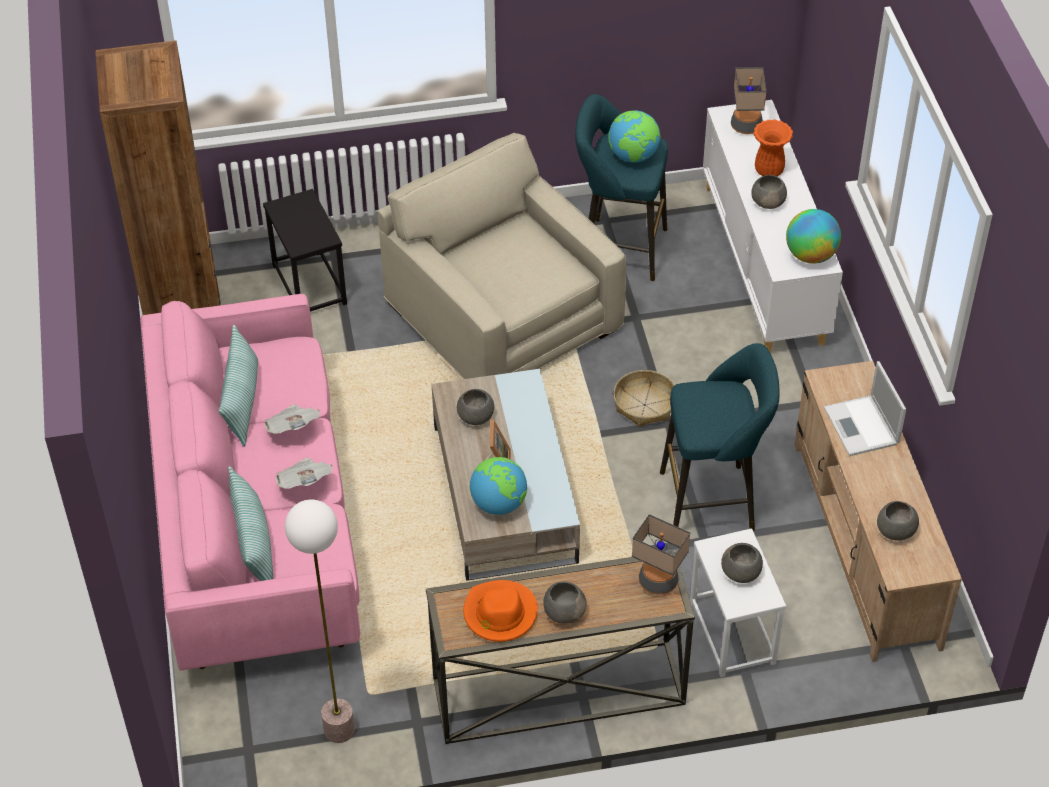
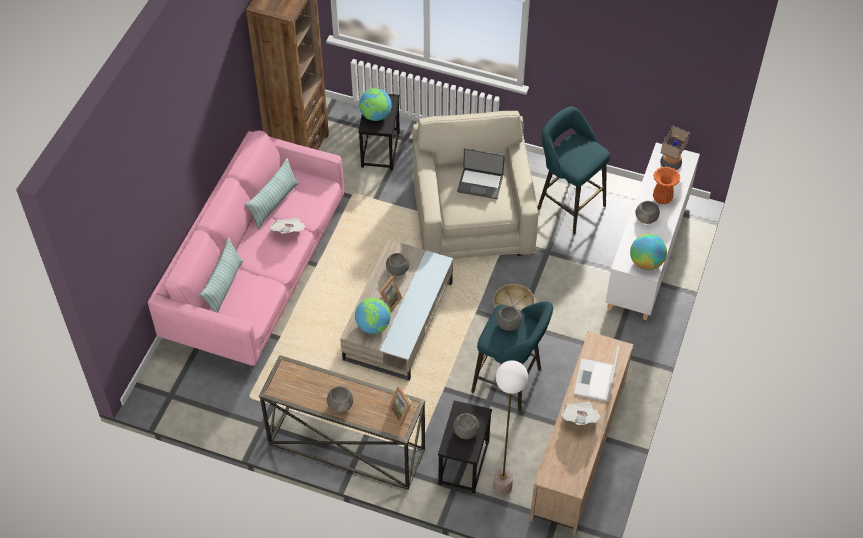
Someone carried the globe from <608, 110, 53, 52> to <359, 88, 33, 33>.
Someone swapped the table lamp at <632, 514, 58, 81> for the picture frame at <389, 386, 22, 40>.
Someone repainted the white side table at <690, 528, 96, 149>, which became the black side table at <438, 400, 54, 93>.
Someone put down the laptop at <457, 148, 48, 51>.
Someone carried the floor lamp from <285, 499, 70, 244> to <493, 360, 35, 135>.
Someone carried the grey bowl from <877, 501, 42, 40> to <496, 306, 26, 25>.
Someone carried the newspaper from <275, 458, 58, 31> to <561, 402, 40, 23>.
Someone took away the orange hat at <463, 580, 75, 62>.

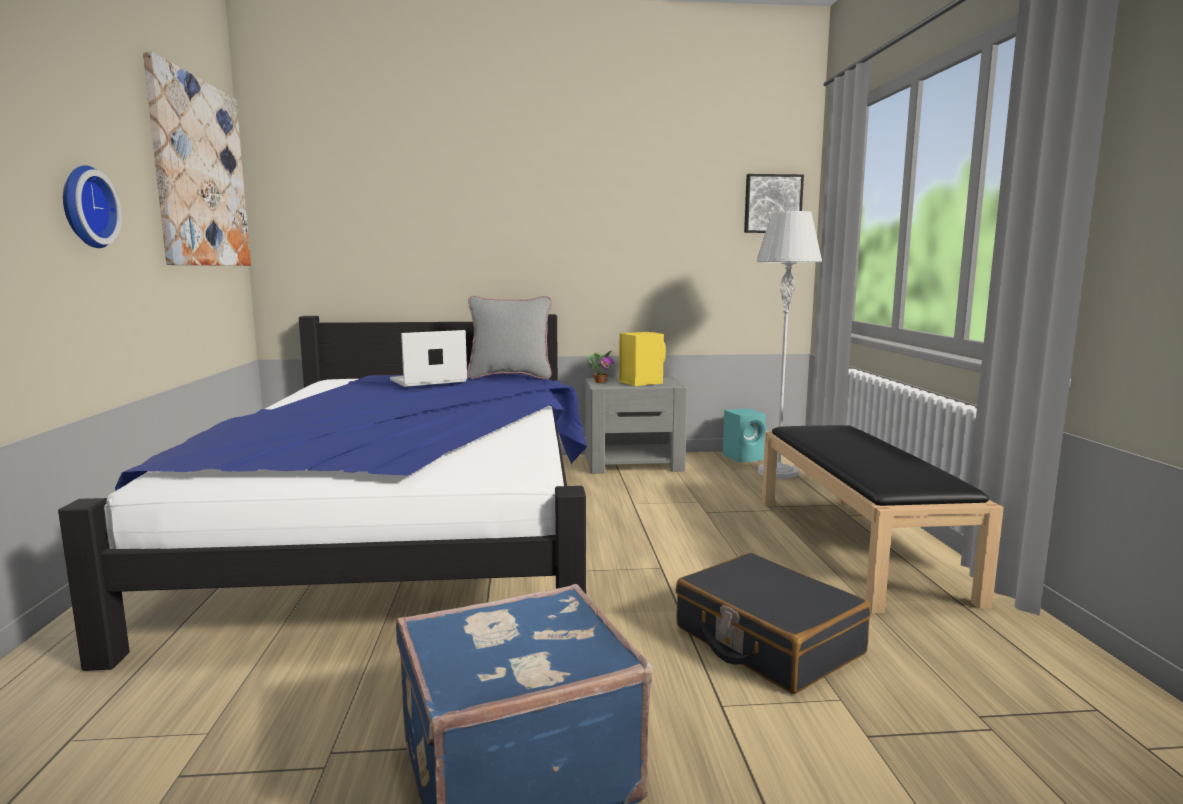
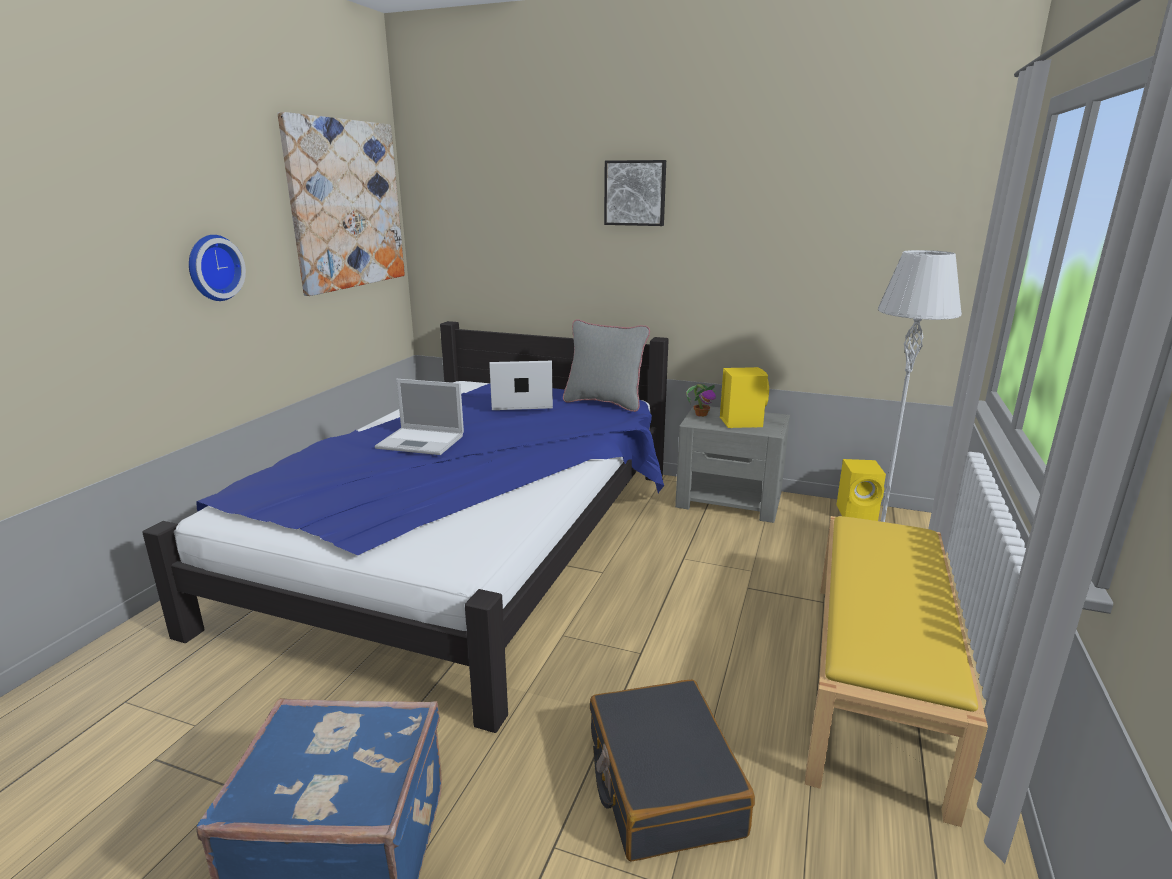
Someone put down the laptop at <375, 379, 89, 76>.
Someone carried the picture from <744, 174, 60, 59> to <604, 160, 62, 66>.
Someone repainted the black bench at <762, 425, 242, 189>, which became the yellow bench at <805, 516, 183, 311>.
Someone repainted the turquoise speaker at <723, 408, 43, 54>, which became the yellow speaker at <836, 459, 50, 62>.

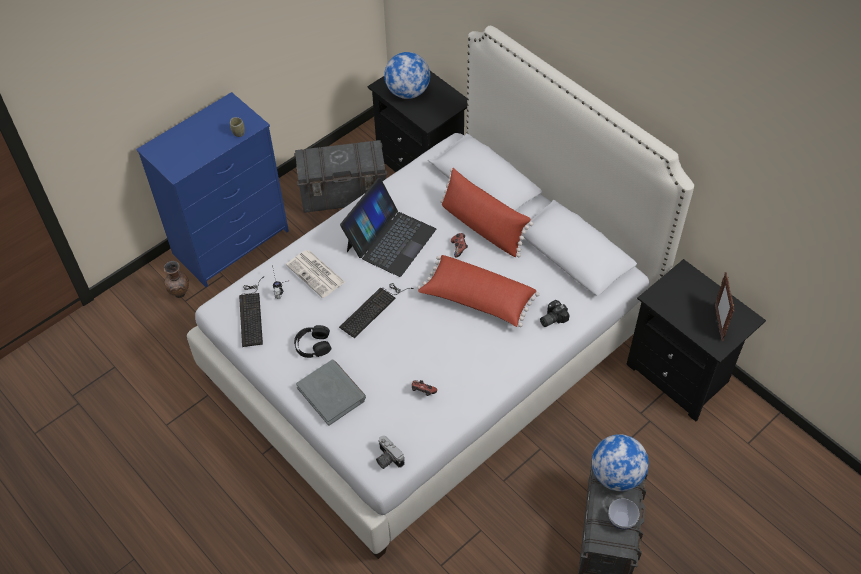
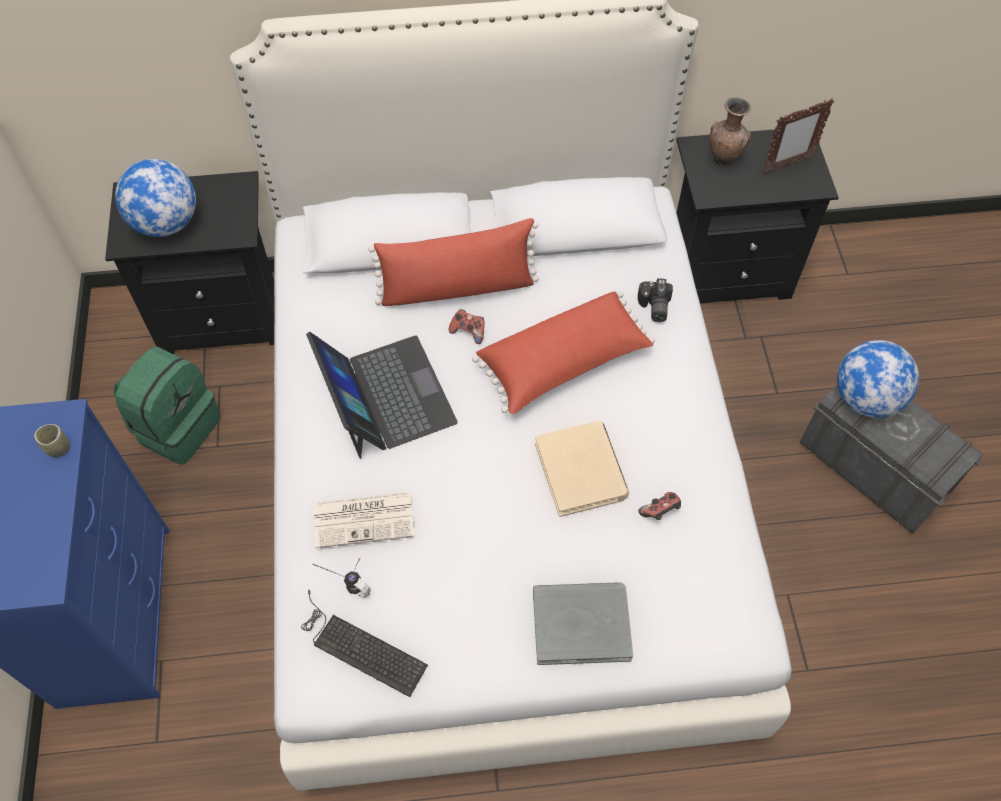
Someone swapped the grey storage box at <294, 140, 93, 73> for the green backpack at <114, 346, 107, 119>.
Someone put down the beige book at <535, 421, 94, 96>.
Someone carried the brown vase from <164, 261, 25, 37> to <709, 97, 42, 69>.
Someone rotated the picture frame at <715, 272, 20, 69> by 60 degrees counterclockwise.
Someone took away the black headphones at <294, 325, 37, 33>.
Someone took away the keyboard at <339, 283, 74, 55>.
Someone took away the photo camera at <376, 435, 29, 34>.
Someone took away the bowl at <608, 498, 31, 32>.

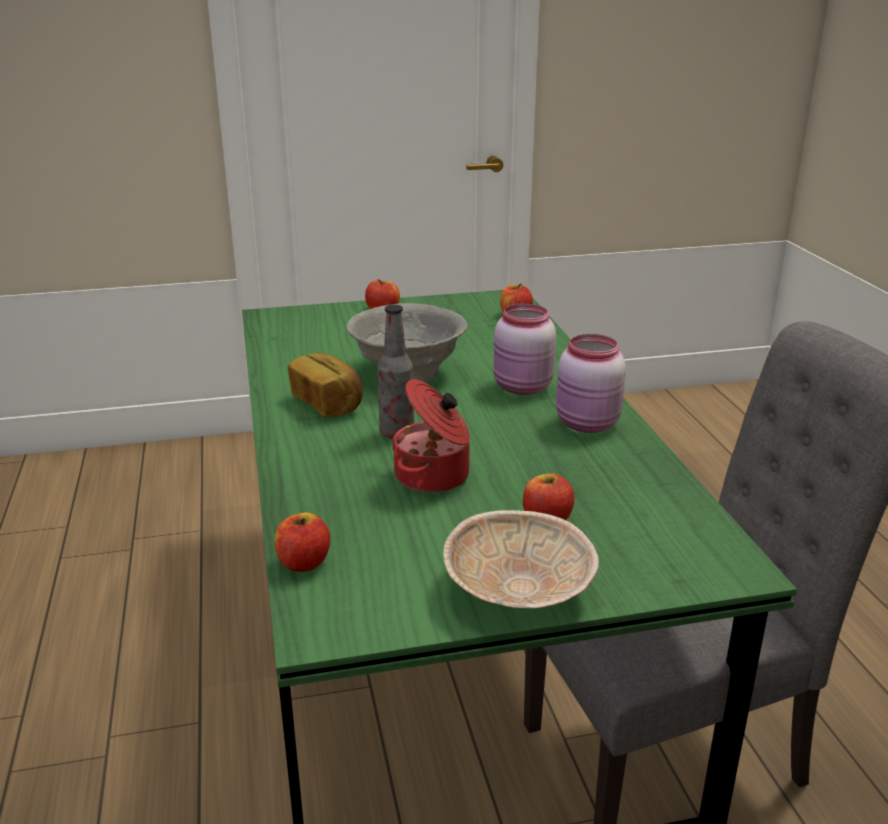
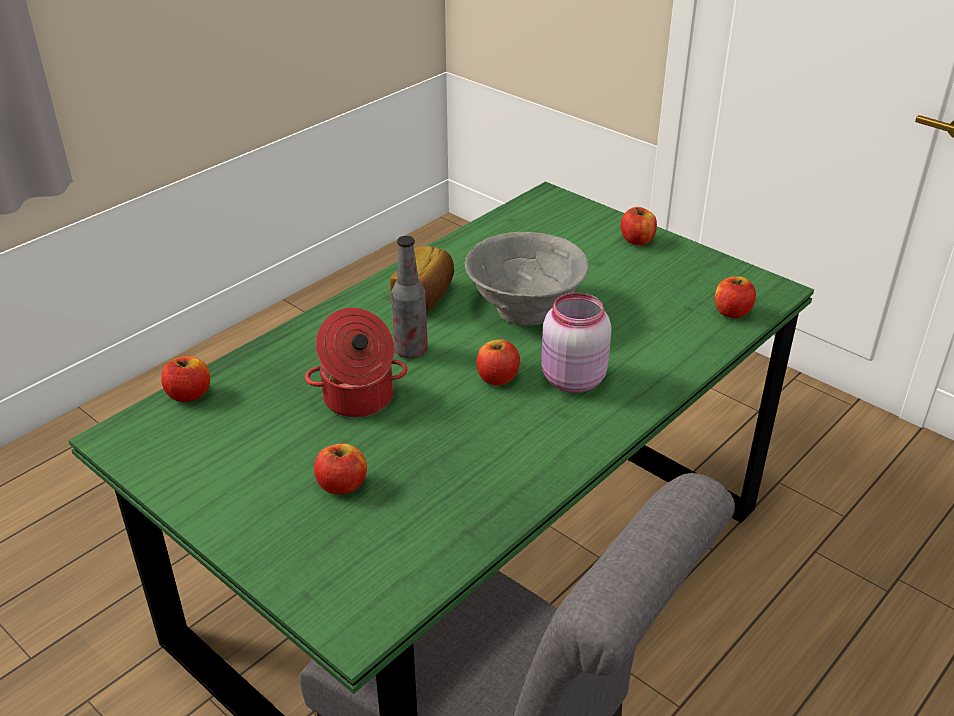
Someone put down the apple at <476, 339, 44, 47>.
Someone took away the beige bowl at <443, 510, 156, 98>.
Someone took away the pink jar at <556, 334, 70, 99>.

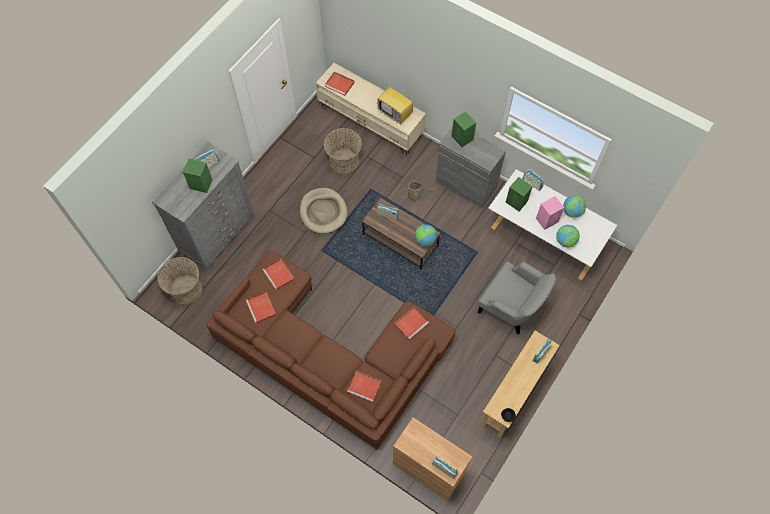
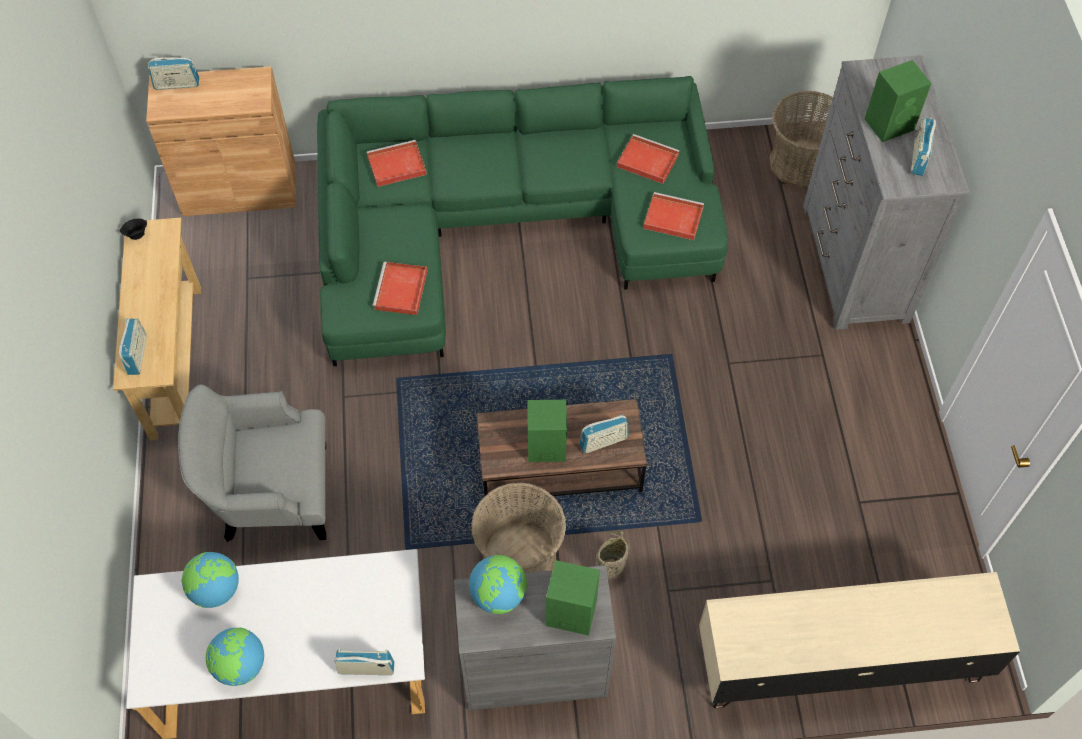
Someone repainted the brown sofa at <206, 251, 250, 199>, which became the green sofa at <317, 76, 411, 290>.
Someone carried the globe from <415, 224, 22, 23> to <469, 555, 58, 59>.
Someone carried the basket from <324, 128, 38, 47> to <471, 482, 95, 91>.
Someone carried the green speaker from <506, 177, 27, 34> to <527, 400, 40, 62>.
Someone took away the beige dog bed at <300, 188, 48, 46>.
Someone took away the red tray at <324, 71, 31, 25>.
Someone took away the television at <377, 87, 36, 37>.
Someone took away the pink speaker at <536, 196, 28, 34>.

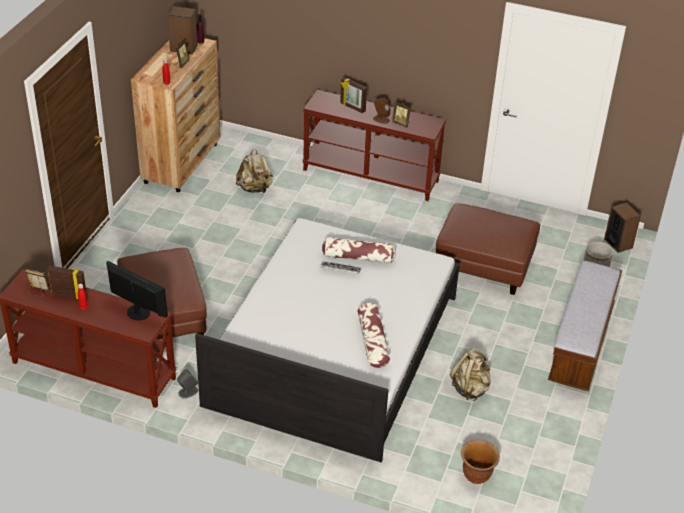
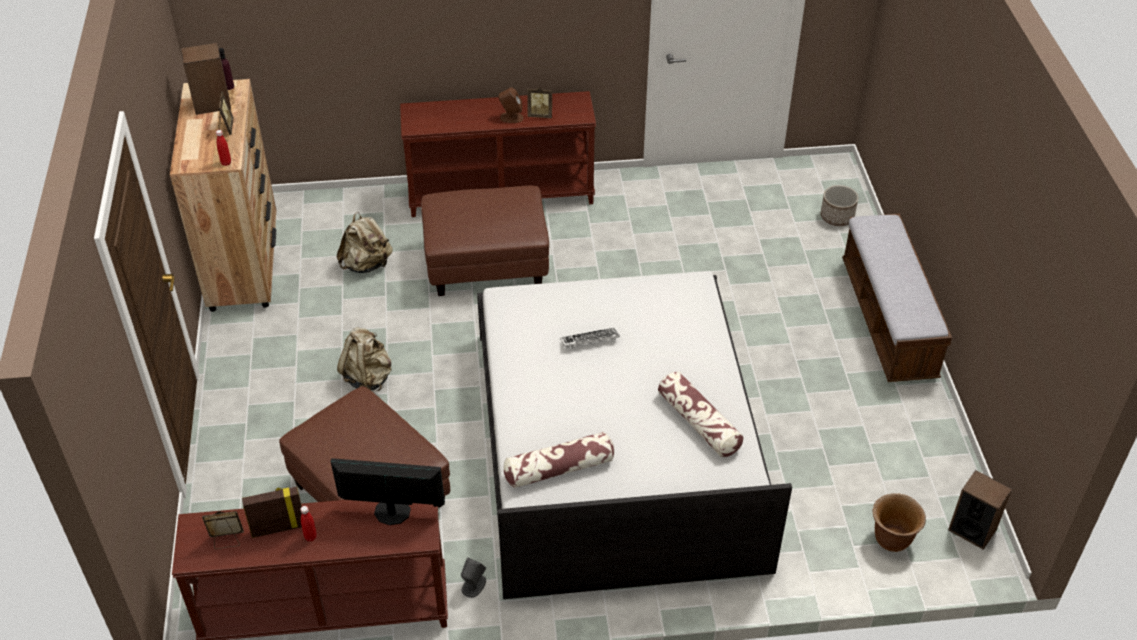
Someone carried the beige backpack from <450, 348, 41, 53> to <337, 328, 54, 64>.
Someone carried the brown ottoman from <436, 203, 104, 92> to <421, 186, 128, 110>.
Someone carried the pillow from <322, 237, 74, 27> to <503, 432, 111, 56>.
Someone carried the speaker from <604, 202, 37, 51> to <948, 470, 64, 80>.
Someone took away the picture frame at <340, 77, 27, 36>.

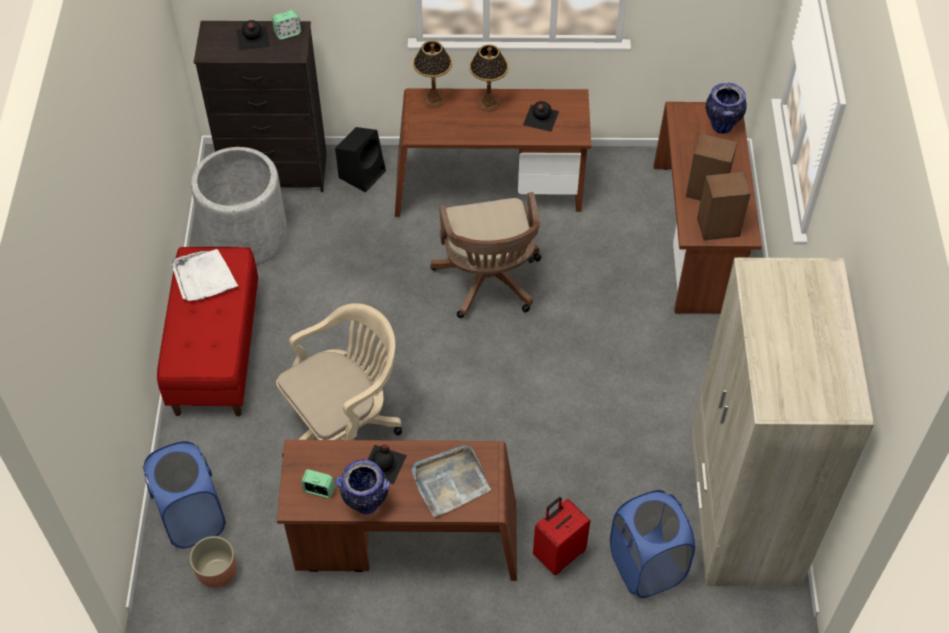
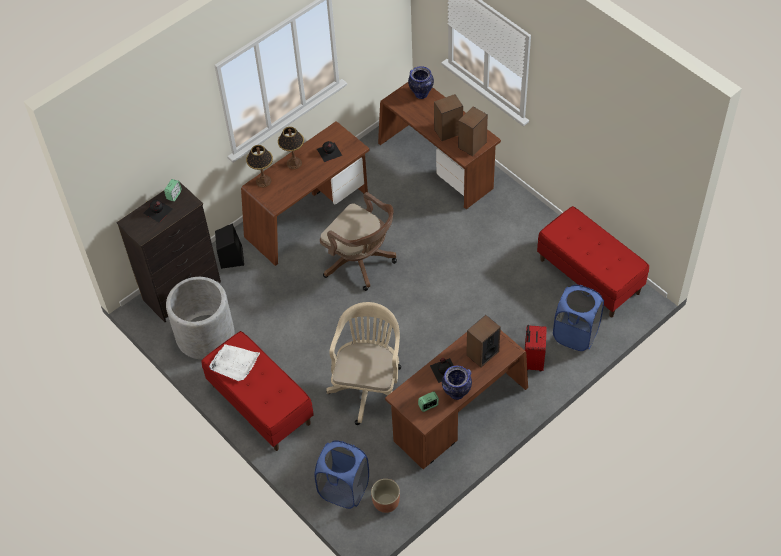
Someone swapped the grey tray at <412, 445, 79, 72> for the speaker at <466, 315, 35, 52>.
Someone swapped the beige wardrobe at <691, 258, 183, 329> for the red bench at <537, 206, 112, 111>.

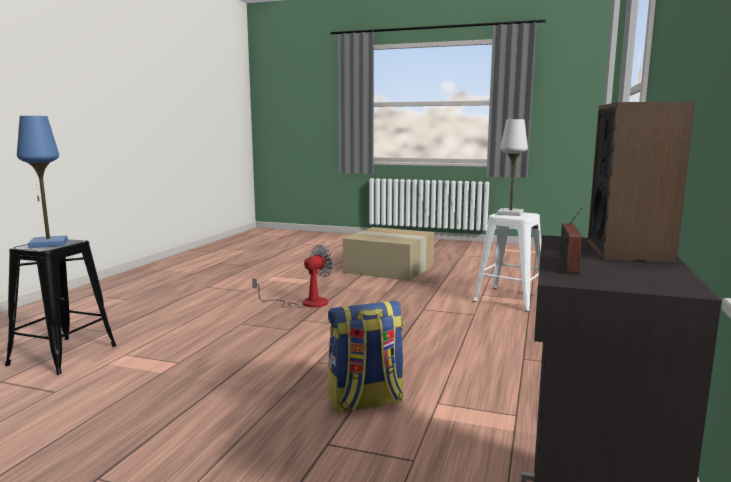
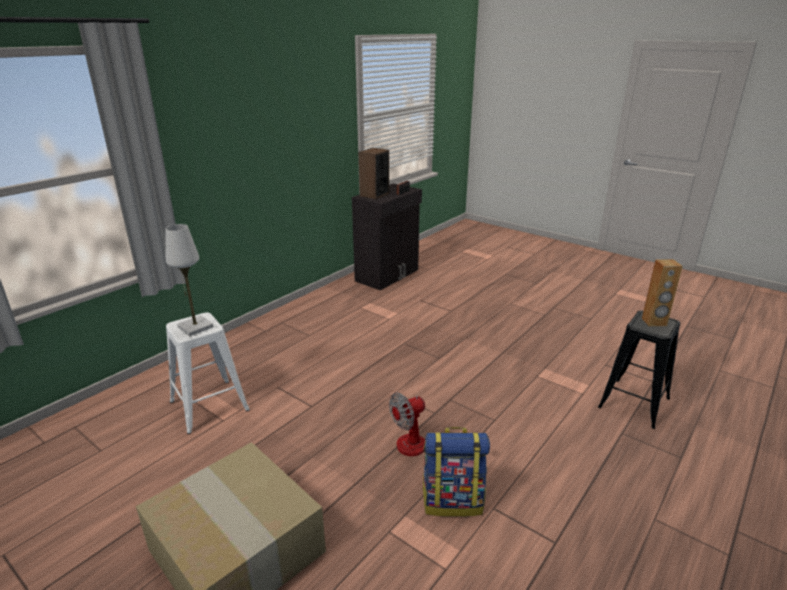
Someone carried the backpack from <328, 301, 76, 112> to <423, 427, 67, 90>.
Someone swapped the blue table lamp at <17, 116, 51, 132> for the brown speaker at <642, 259, 41, 68>.

